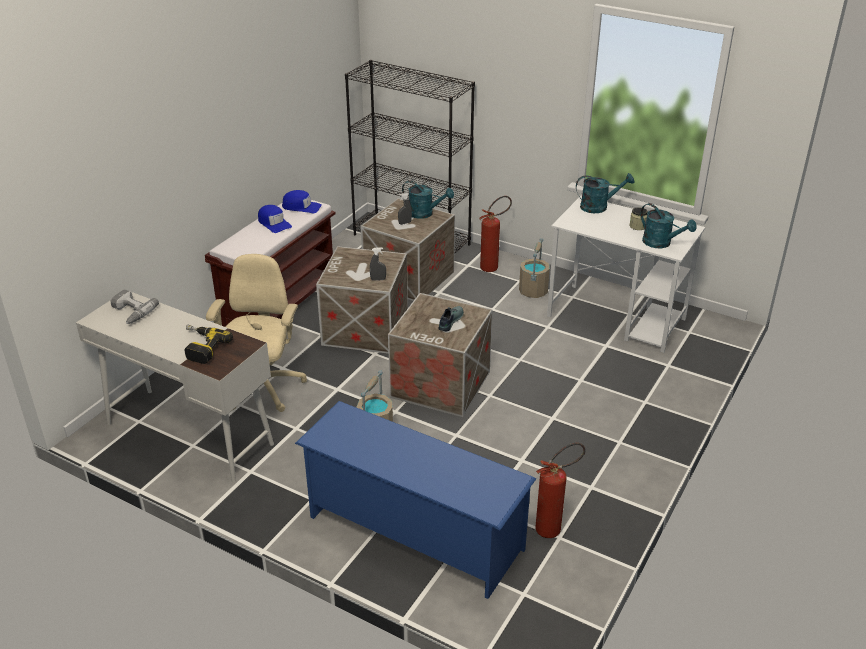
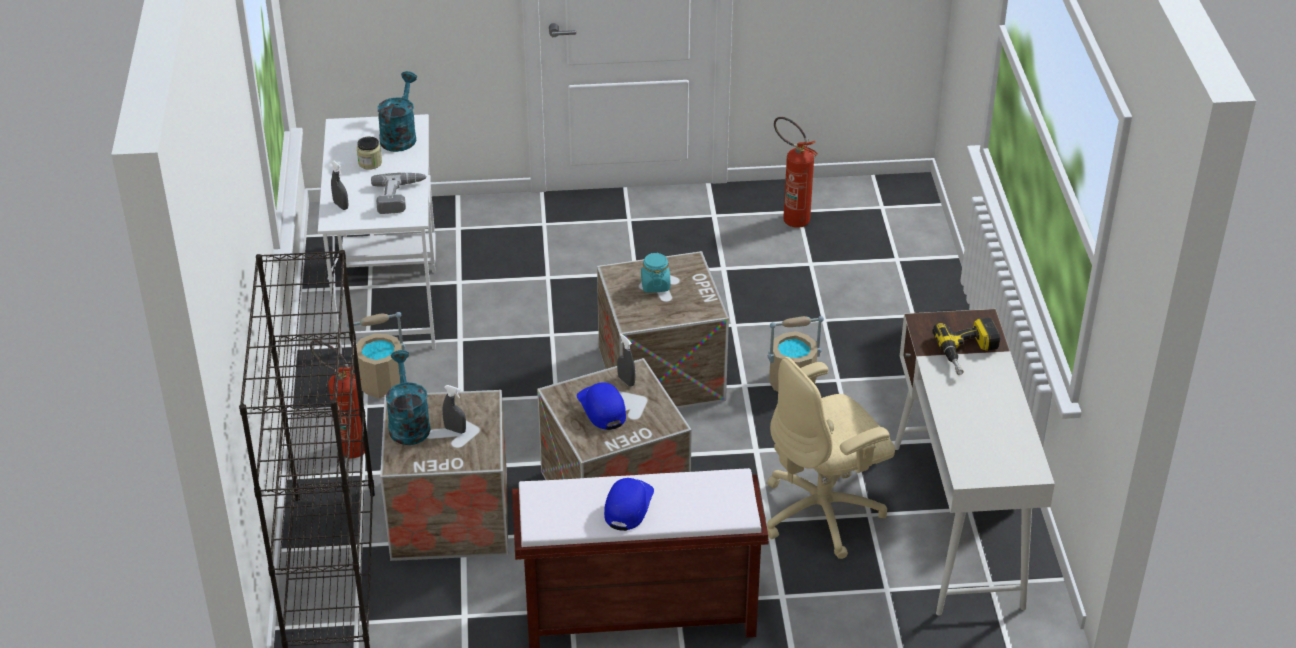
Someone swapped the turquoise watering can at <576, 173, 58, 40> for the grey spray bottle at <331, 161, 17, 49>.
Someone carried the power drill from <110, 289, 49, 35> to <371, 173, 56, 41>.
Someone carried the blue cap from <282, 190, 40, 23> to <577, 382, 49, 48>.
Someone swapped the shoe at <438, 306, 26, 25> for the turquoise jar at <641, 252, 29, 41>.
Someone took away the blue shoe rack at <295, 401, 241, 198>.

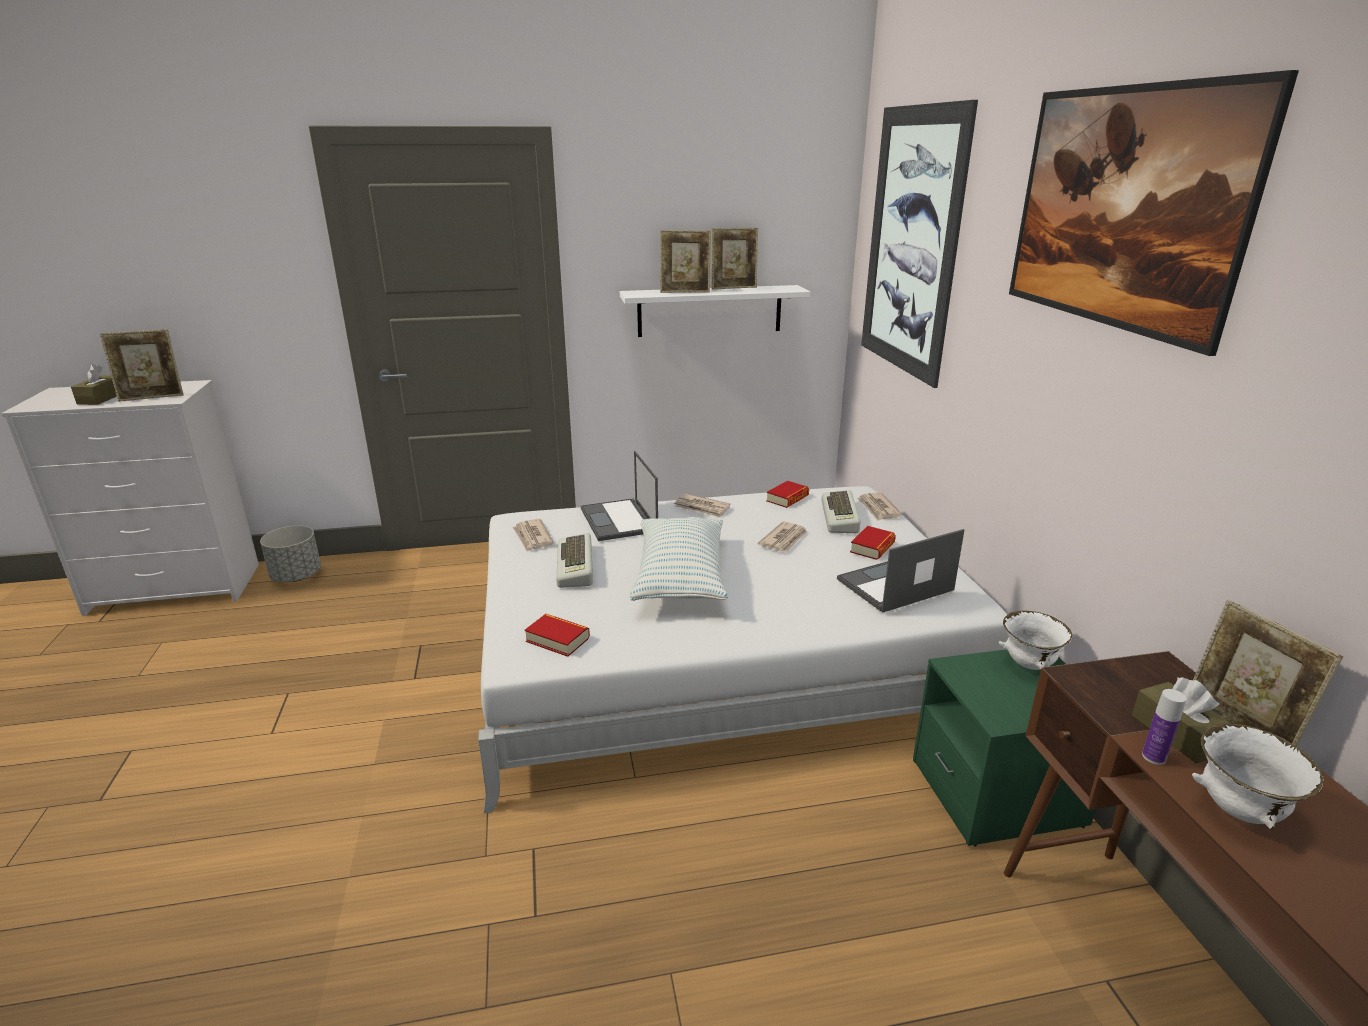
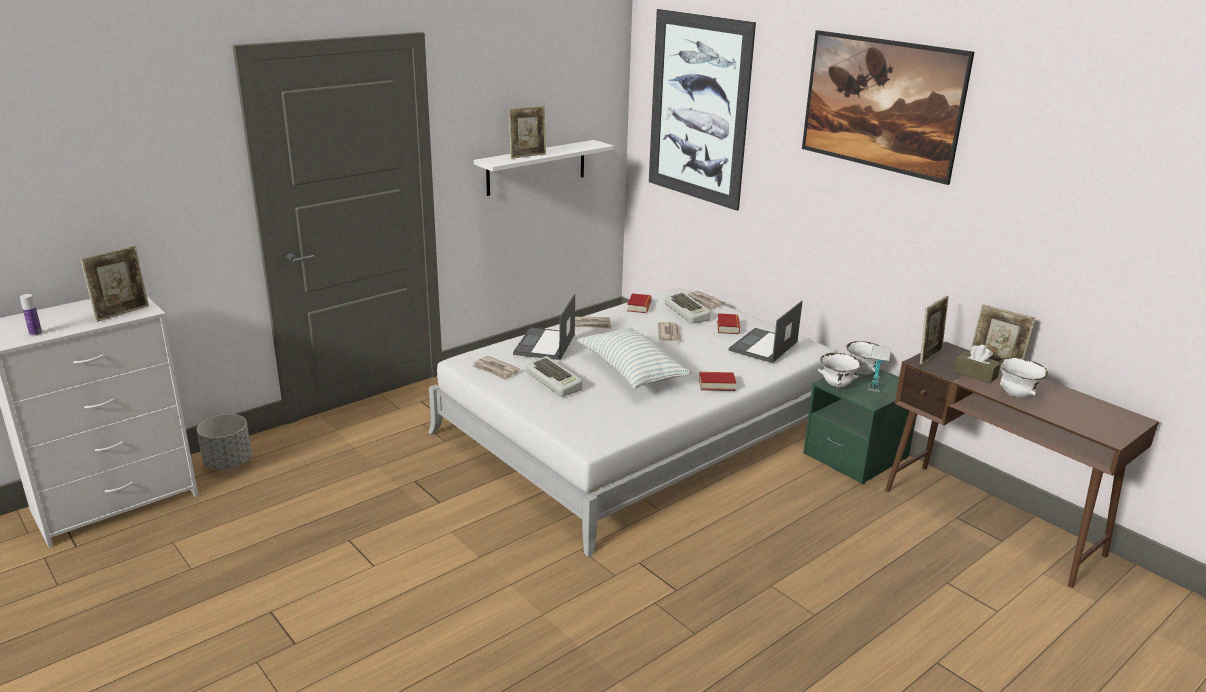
Someone carried the bottle from <1142, 689, 45, 76> to <20, 294, 22, 42>.
Someone rotated the laptop at <581, 451, 77, 90> by 60 degrees clockwise.
Someone carried the book from <525, 614, 65, 43> to <699, 372, 37, 19>.
Someone put down the white bowl at <818, 353, 43, 35>.
Someone put down the table lamp at <868, 345, 23, 48>.
Someone carried the picture frame from <711, 228, 47, 62> to <920, 296, 28, 69>.
Someone took away the brown tissue box at <71, 364, 46, 41>.

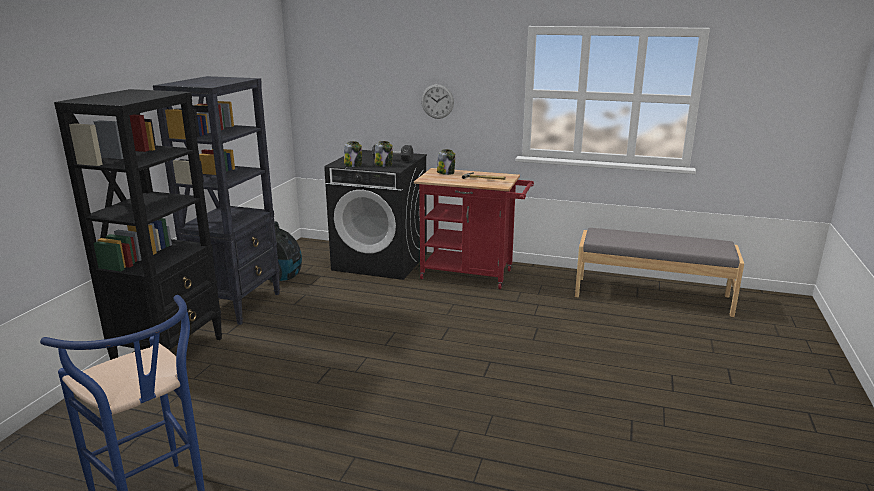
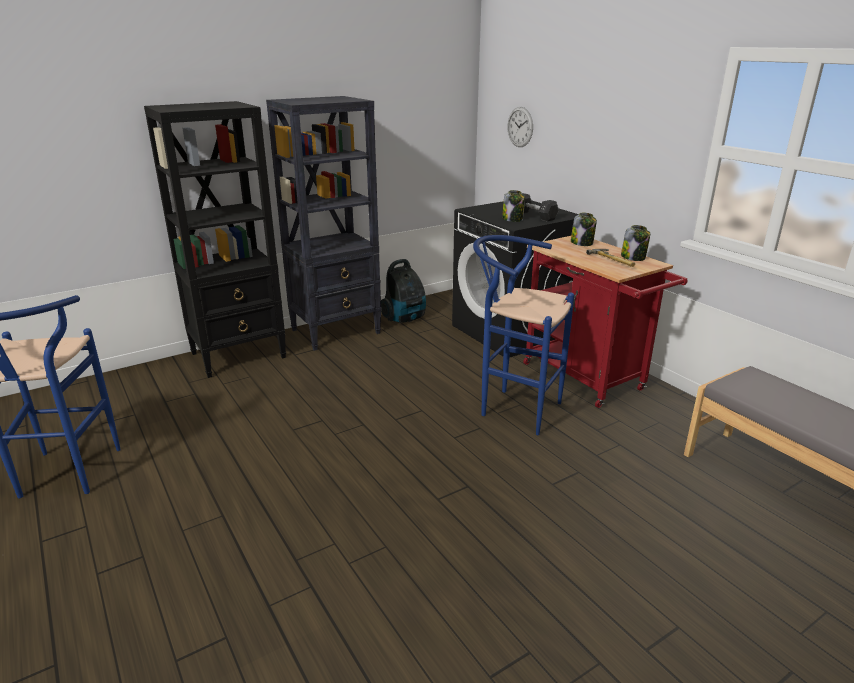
Someone put down the blue stool at <473, 235, 101, 200>.
Someone carried the wall clock from <421, 84, 33, 35> to <507, 107, 26, 40>.
Someone carried the jar from <344, 141, 18, 26> to <621, 225, 29, 36>.

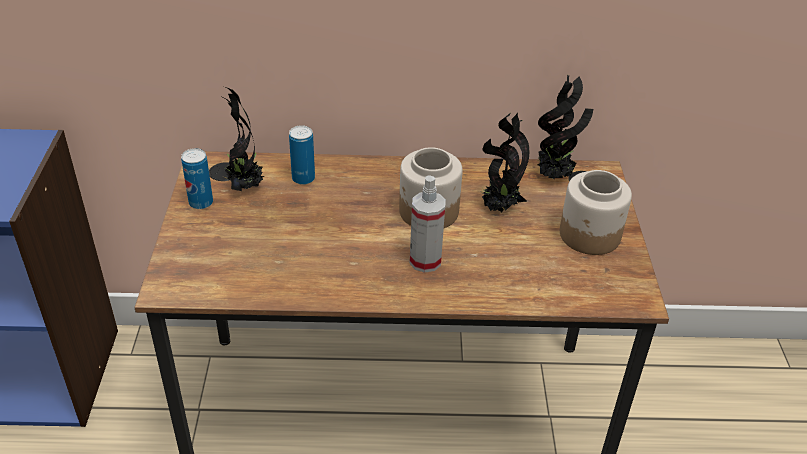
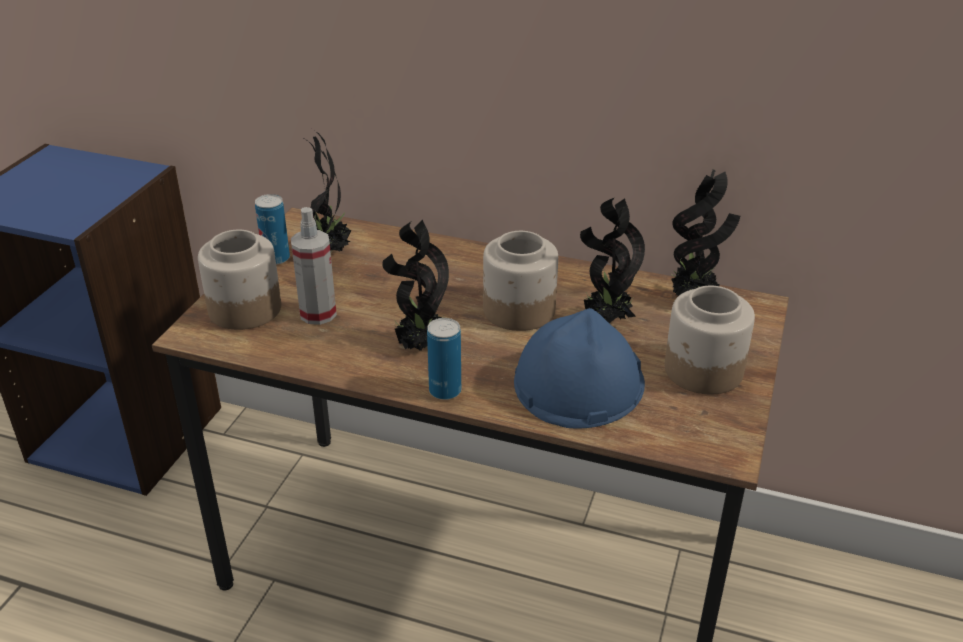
Someone put down the jar at <198, 230, 83, 100>.
Someone carried the spray bottle from <410, 176, 36, 97> to <291, 207, 46, 118>.
Someone put down the potted plant at <382, 219, 67, 132>.
Someone carried the can from <289, 125, 26, 60> to <427, 318, 34, 82>.
Someone put down the blue hard hat at <514, 308, 131, 121>.

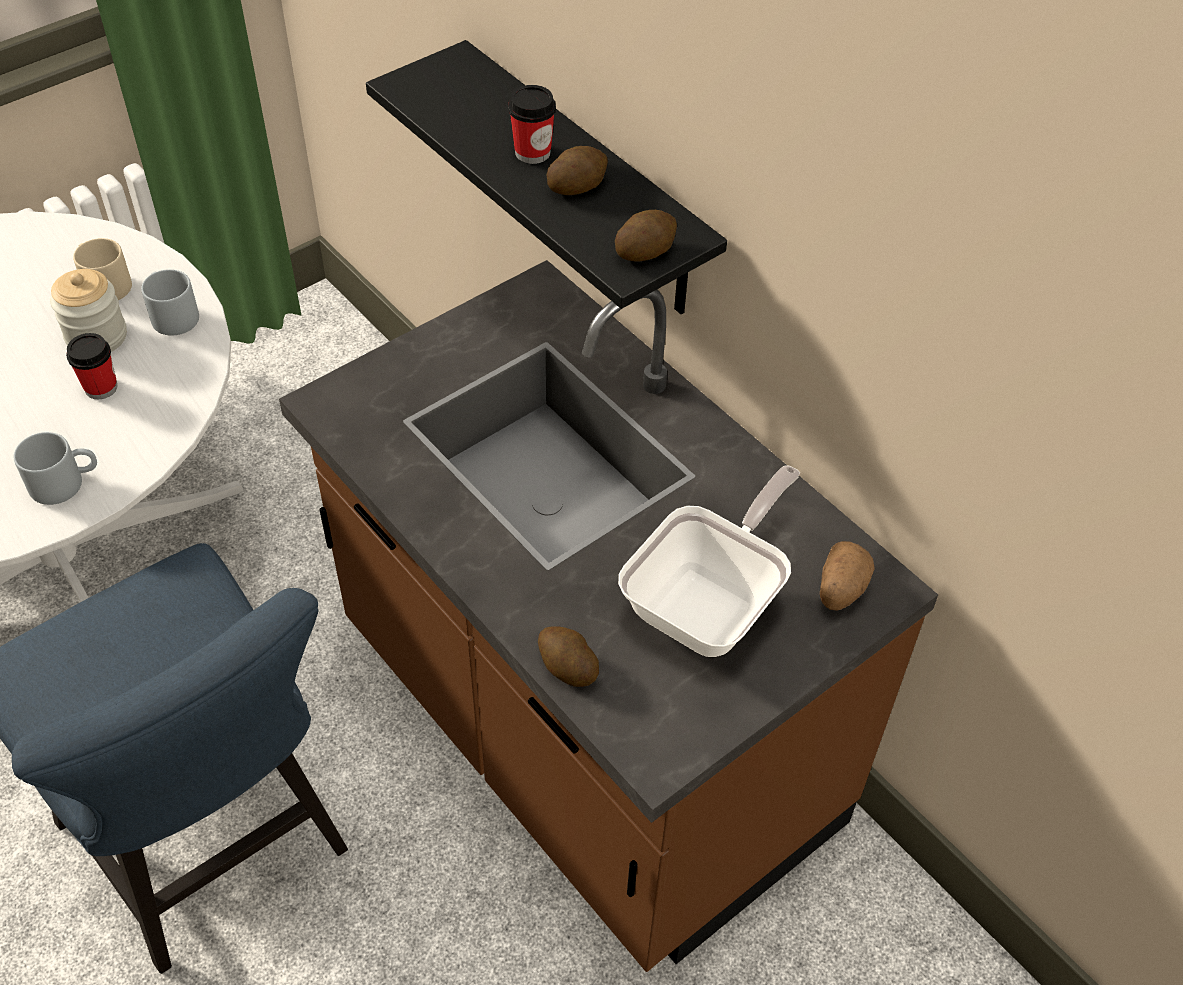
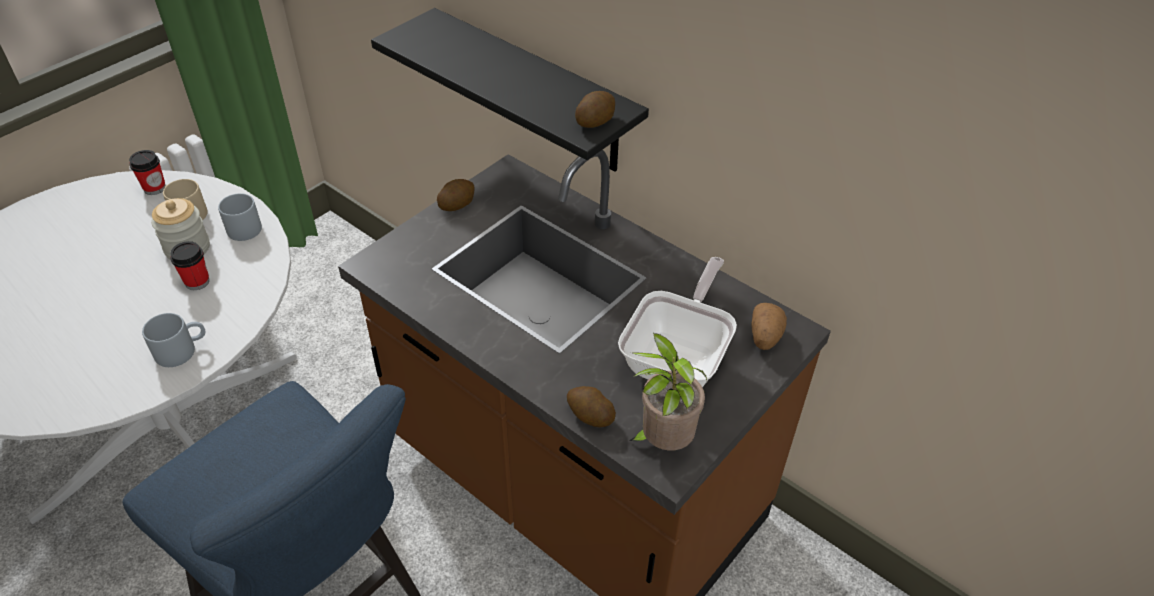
Someone carried the cup from <508, 85, 48, 79> to <129, 150, 37, 45>.
Someone carried the potato from <547, 146, 61, 49> to <437, 179, 38, 32>.
Someone put down the potted plant at <629, 333, 78, 117>.

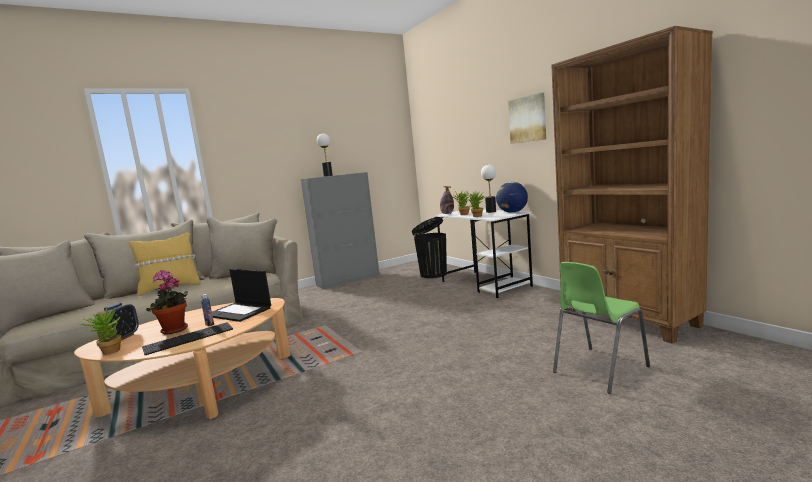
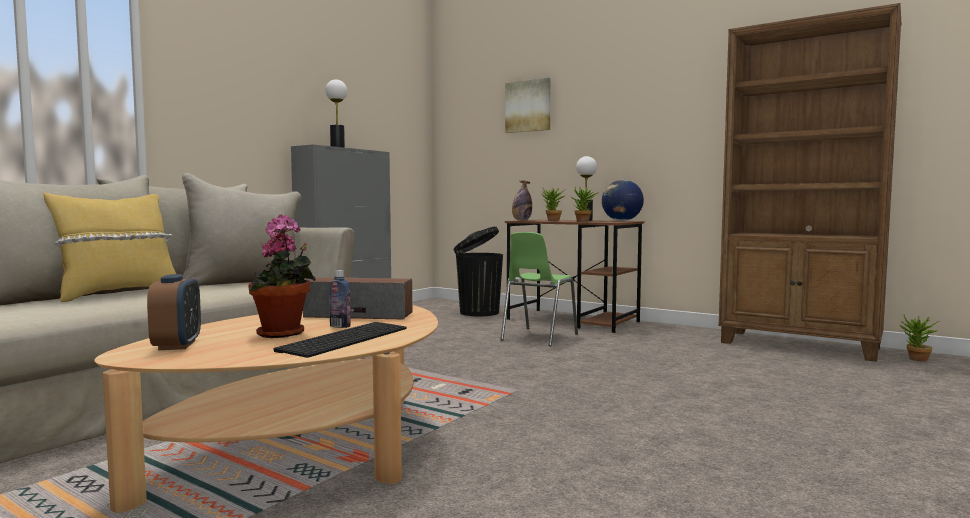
Someone swapped the laptop at <212, 269, 59, 53> for the speaker at <303, 277, 109, 42>.
Someone carried the green chair from <553, 262, 97, 132> to <500, 232, 78, 114>.
Someone carried the picture from <508, 93, 38, 51> to <505, 78, 46, 55>.
Someone repainted the white desk at <435, 209, 98, 89>, which became the brown desk at <505, 220, 139, 113>.
Someone carried the potted plant from <79, 308, 43, 47> to <900, 315, 39, 47>.

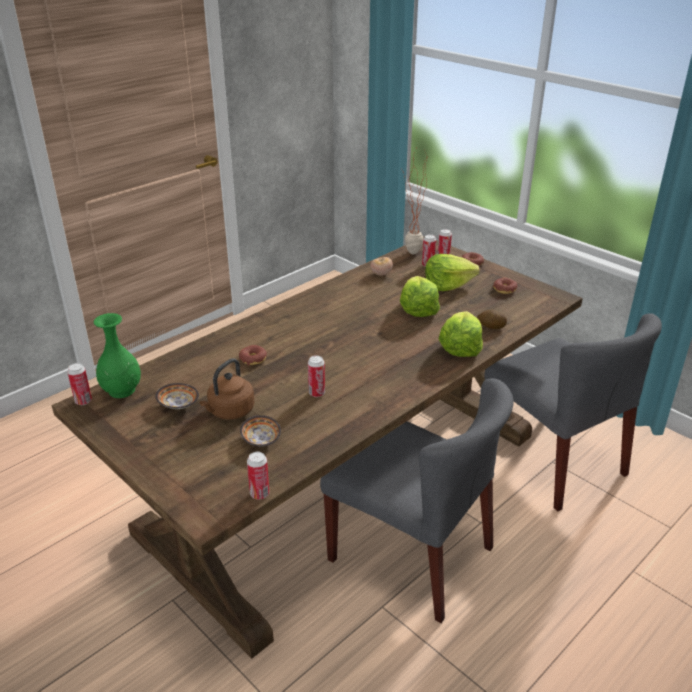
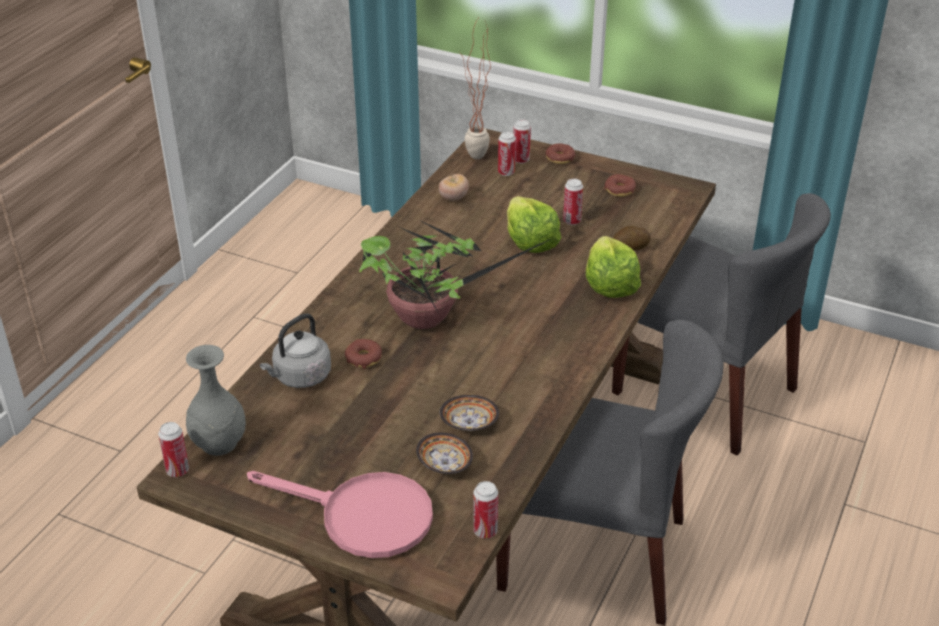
Someone repainted the green vase at <94, 313, 47, 85>, which became the grey vase at <186, 345, 60, 111>.
Someone put down the pink frying pan at <247, 471, 186, 87>.
Someone put down the grey kettle at <260, 313, 71, 75>.
Someone put down the potted plant at <359, 221, 191, 108>.
Someone carried the bowl from <155, 383, 44, 26> to <440, 395, 59, 36>.
Someone carried the can from <308, 355, 17, 42> to <563, 179, 20, 46>.
Someone took away the brown kettle at <199, 358, 56, 62>.
Someone took away the lettuce at <425, 254, 55, 37>.

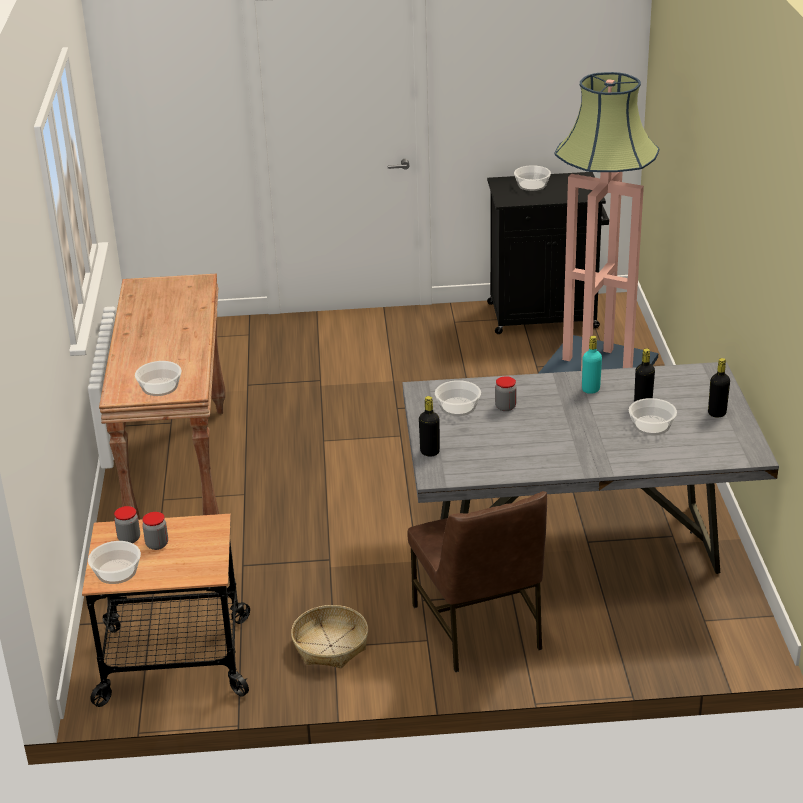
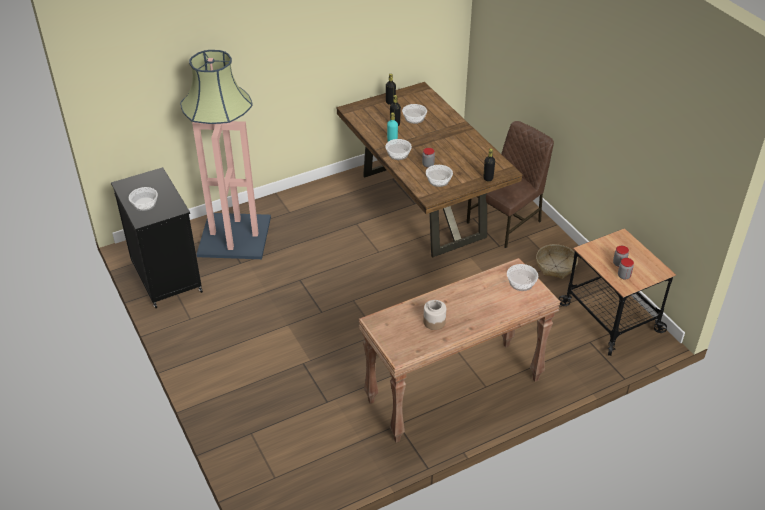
Someone repainted the grey dining table at <403, 362, 376, 212>, which became the brown dining table at <337, 82, 186, 175>.
Someone carried the bowl from <88, 541, 53, 43> to <385, 139, 27, 21>.
Someone put down the jar at <423, 300, 23, 30>.

